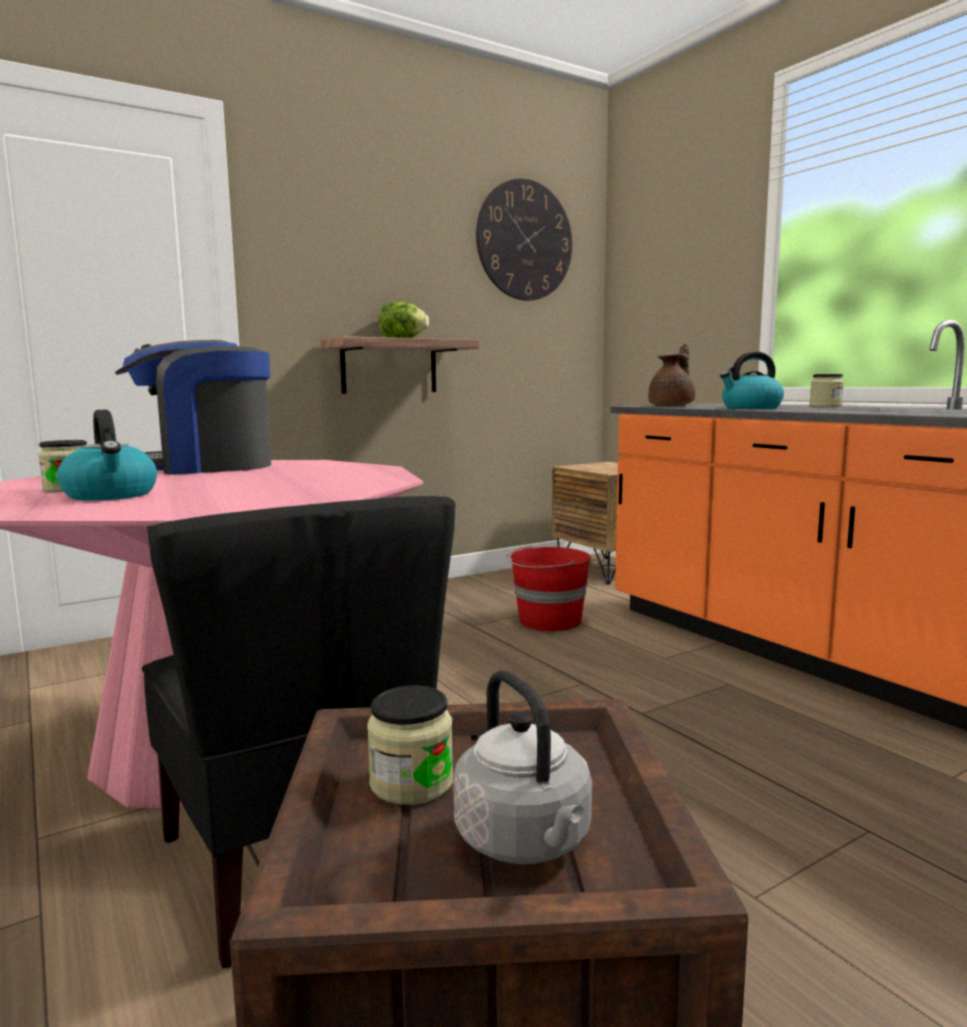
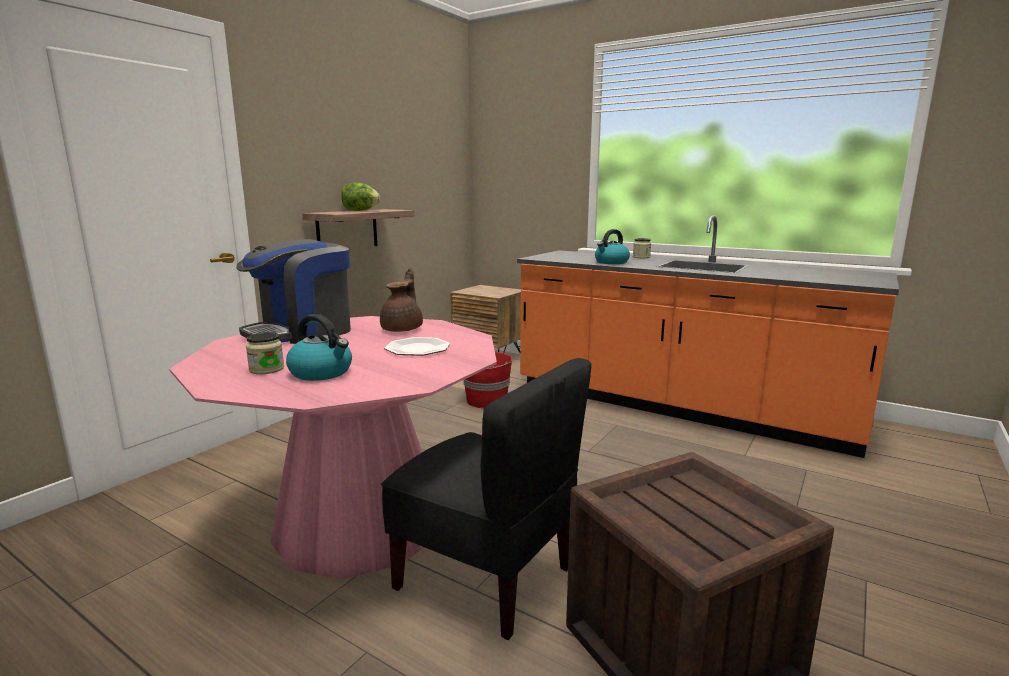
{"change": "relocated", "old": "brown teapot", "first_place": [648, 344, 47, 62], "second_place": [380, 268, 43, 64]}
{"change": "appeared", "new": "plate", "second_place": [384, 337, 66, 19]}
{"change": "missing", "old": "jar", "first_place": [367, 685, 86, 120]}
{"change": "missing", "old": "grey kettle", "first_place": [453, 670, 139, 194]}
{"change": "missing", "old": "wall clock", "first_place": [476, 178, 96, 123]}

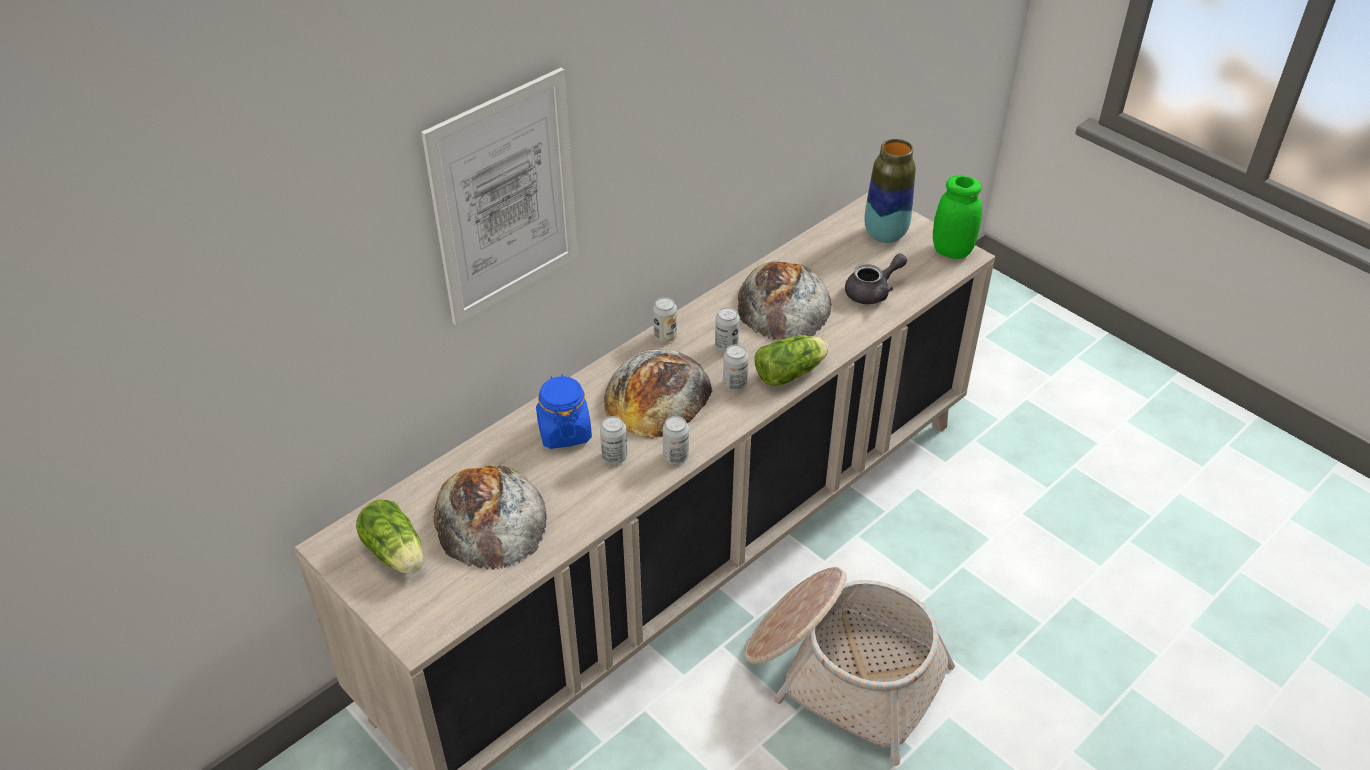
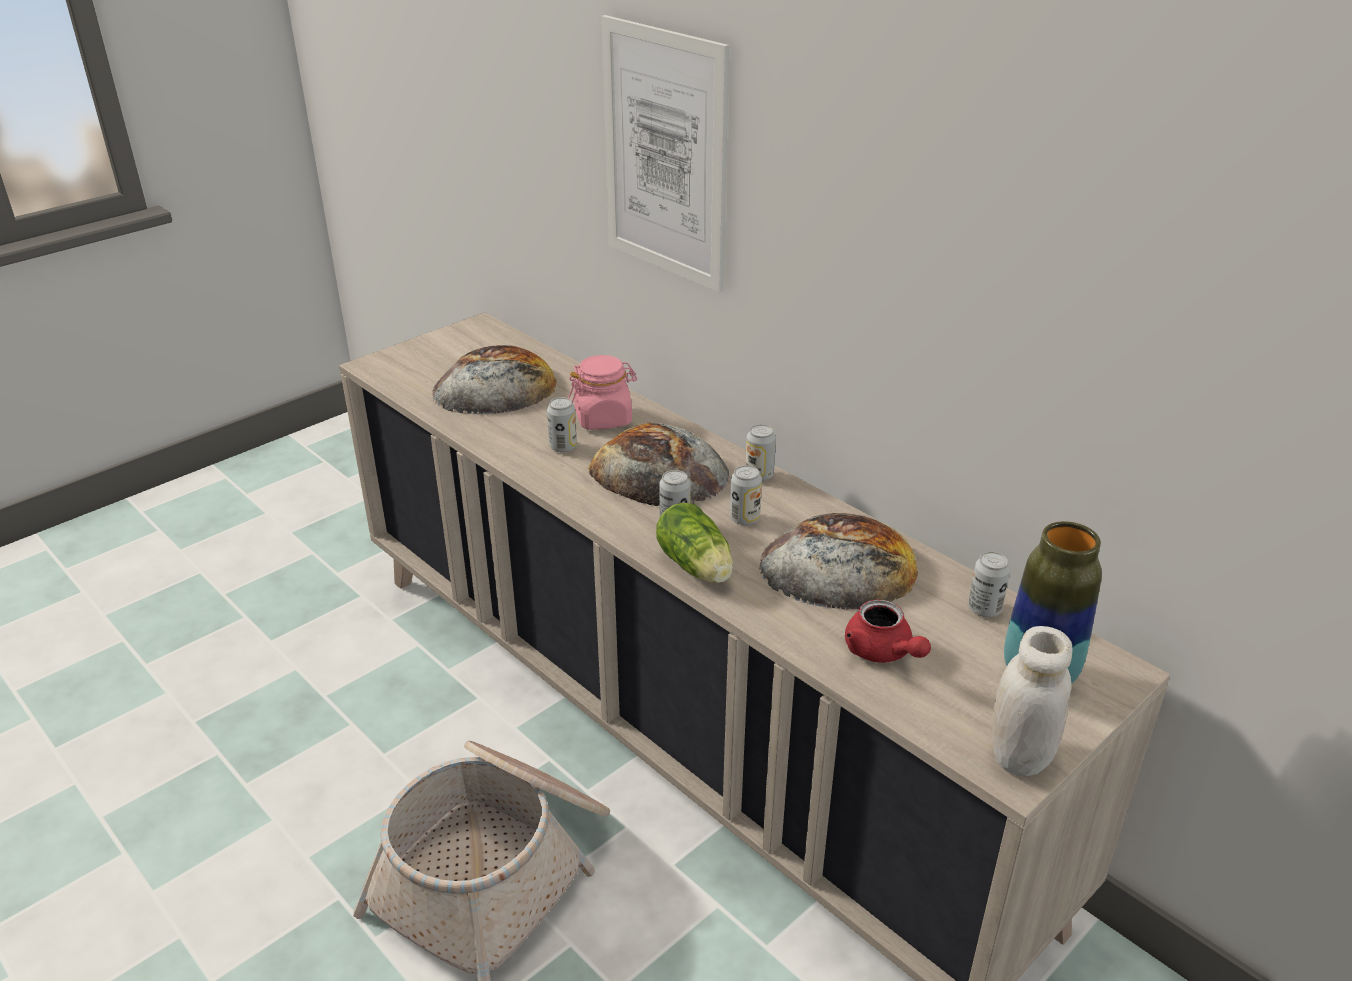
{"change": "colour", "old": "blue jar", "new": "pink jar", "first_place": [536, 374, 56, 75], "second_place": [568, 355, 69, 75]}
{"change": "colour", "old": "grey teapot", "new": "red teapot", "first_place": [845, 253, 62, 51], "second_place": [845, 600, 86, 63]}
{"change": "relocated", "old": "can", "first_place": [663, 416, 26, 48], "second_place": [968, 552, 43, 65]}
{"change": "colour", "old": "green jar", "new": "white jar", "first_place": [933, 175, 49, 84], "second_place": [992, 626, 80, 150]}
{"change": "missing", "old": "lettuce", "first_place": [356, 499, 67, 75]}

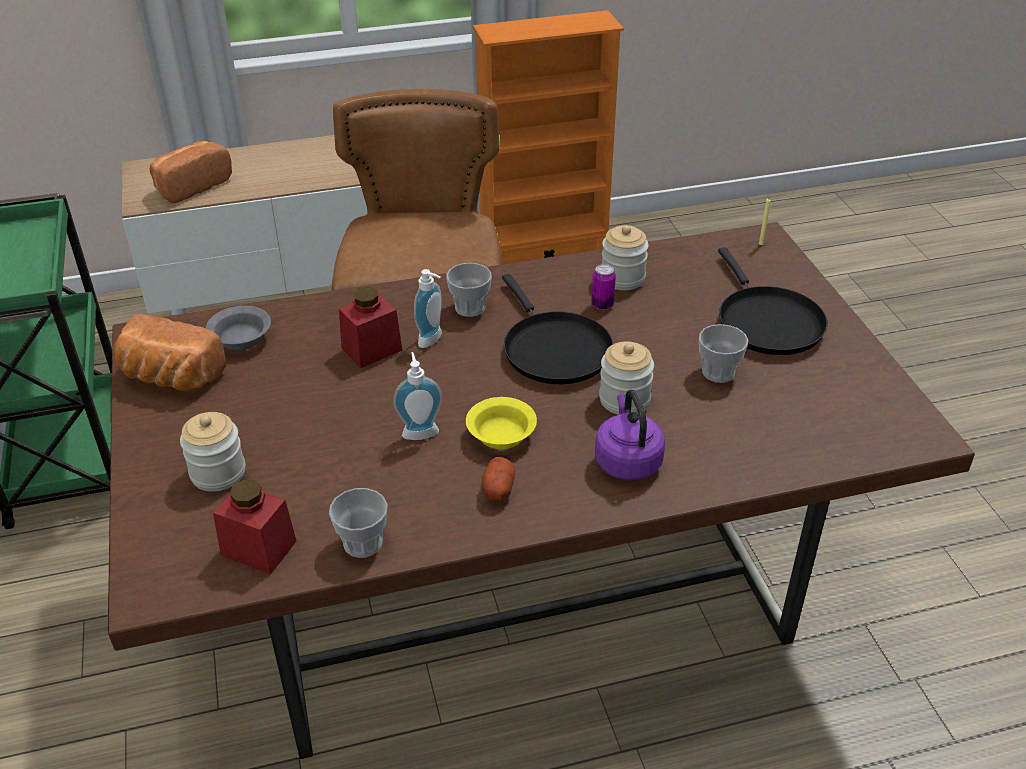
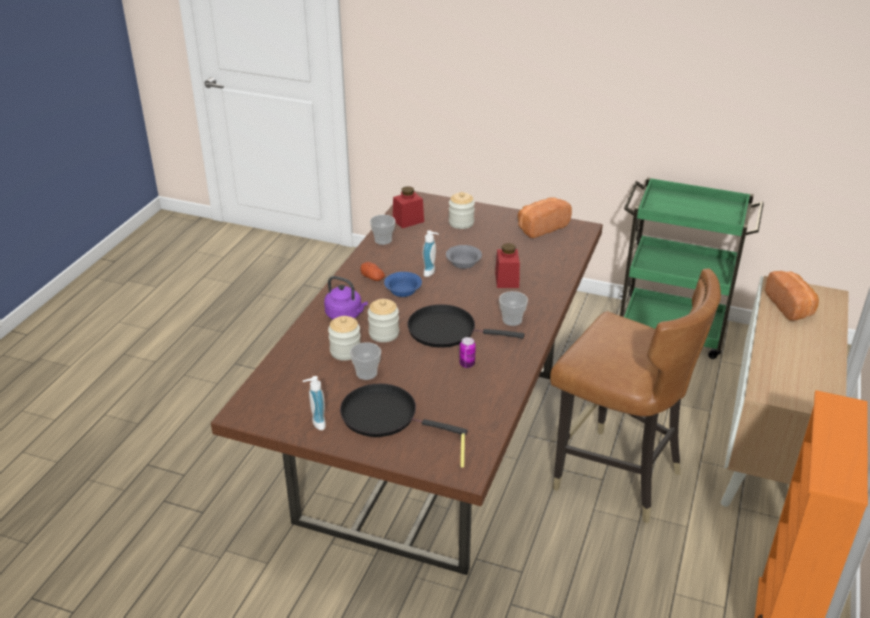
{"change": "relocated", "old": "soap dispenser", "first_place": [414, 269, 28, 79], "second_place": [303, 376, 23, 54]}
{"change": "relocated", "old": "jar", "first_place": [602, 225, 47, 65], "second_place": [328, 316, 32, 45]}
{"change": "colour", "old": "yellow bowl", "new": "blue bowl", "first_place": [466, 397, 71, 52], "second_place": [384, 272, 38, 25]}
{"change": "relocated", "old": "grey bowl", "first_place": [206, 306, 65, 44], "second_place": [446, 245, 36, 24]}

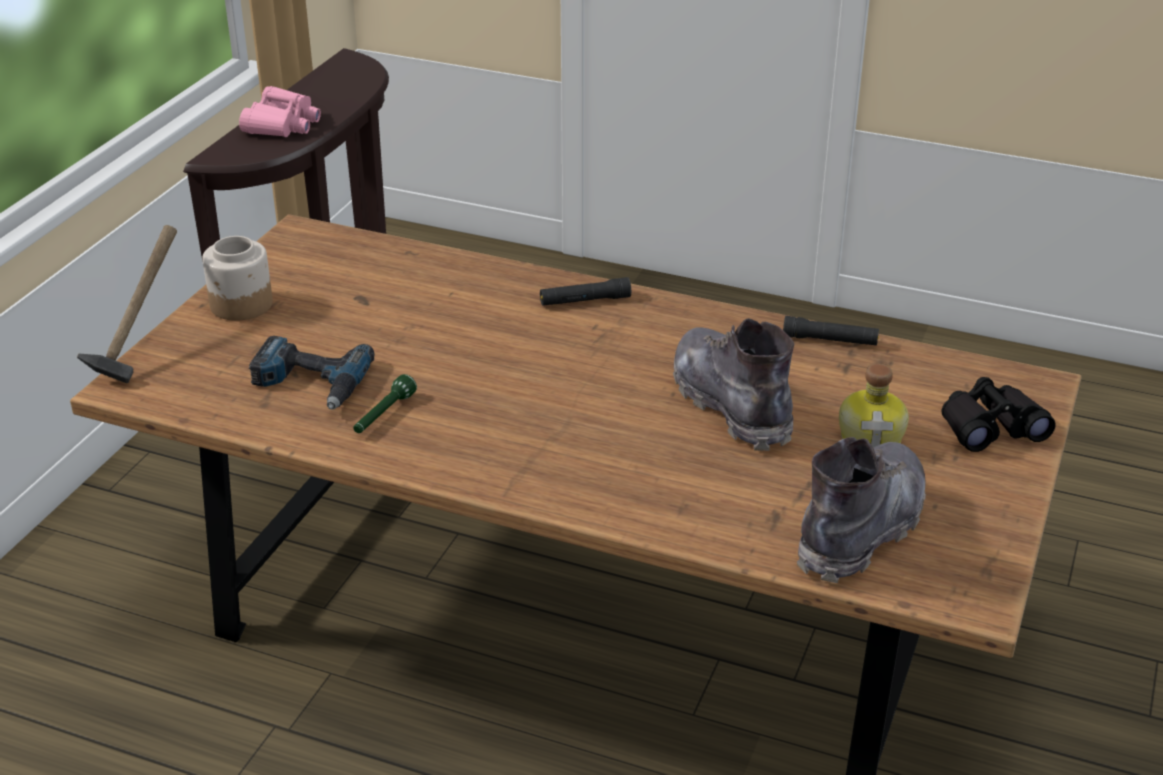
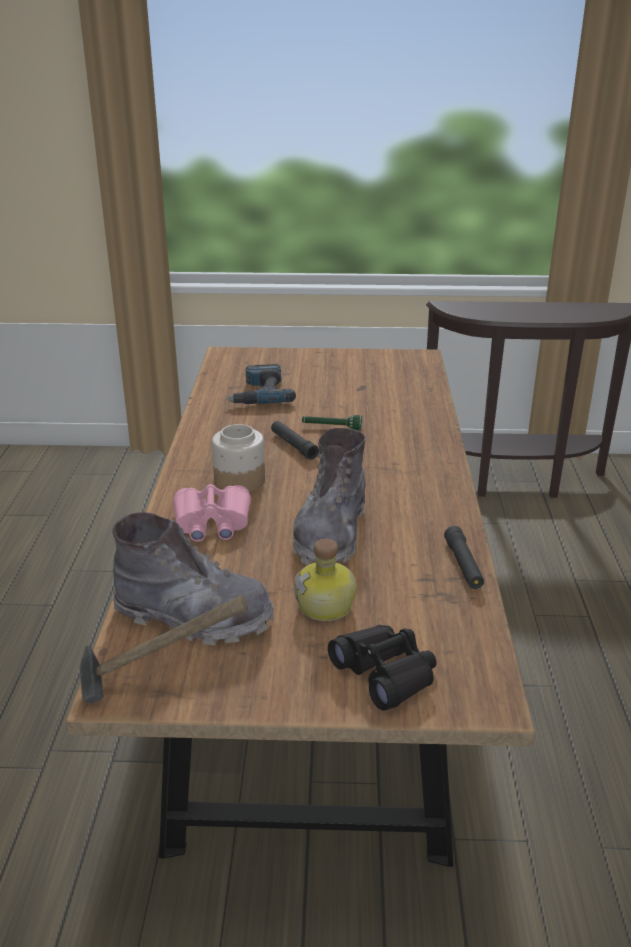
{"change": "relocated", "old": "hammer", "first_place": [77, 225, 100, 158], "second_place": [80, 595, 168, 109]}
{"change": "relocated", "old": "pink binoculars", "first_place": [239, 86, 82, 51], "second_place": [173, 484, 78, 58]}
{"change": "relocated", "old": "jar", "first_place": [202, 236, 71, 85], "second_place": [212, 424, 53, 68]}
{"change": "relocated", "old": "black flashlight", "first_place": [540, 277, 91, 29], "second_place": [271, 421, 48, 39]}
{"change": "spun", "old": "grey boot", "first_place": [673, 318, 121, 133], "second_place": [292, 428, 74, 137], "degrees": 150}
{"change": "relocated", "old": "green flashlight", "first_place": [353, 374, 64, 59], "second_place": [302, 415, 60, 15]}

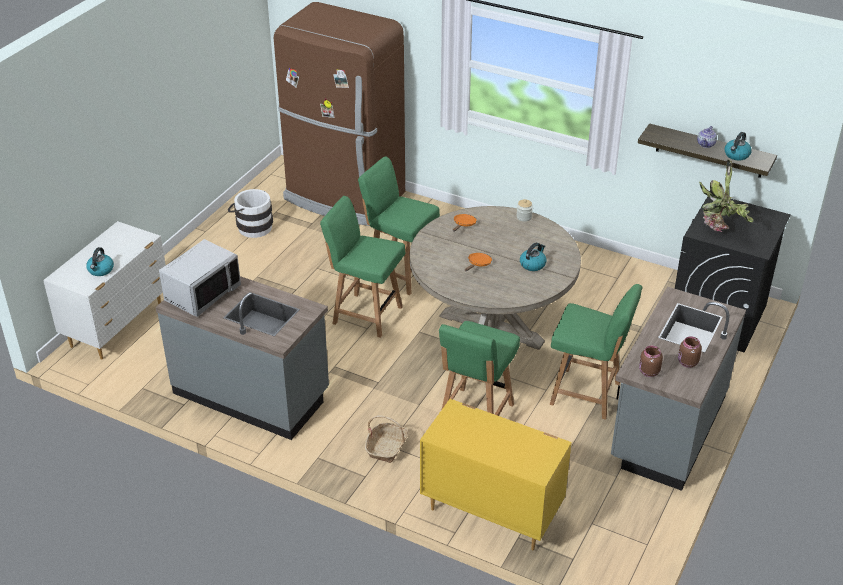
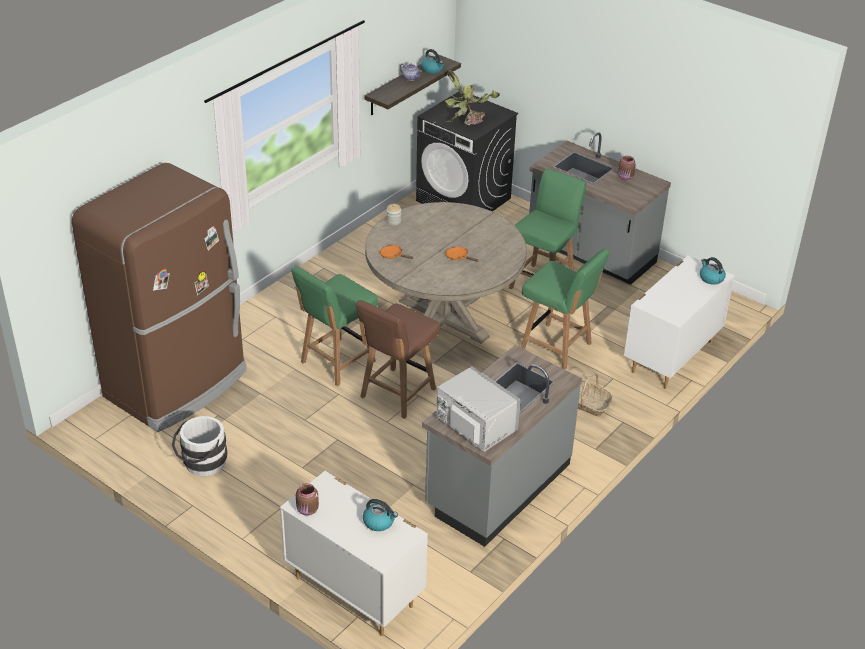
{"change": "relocated", "old": "brown jar", "first_place": [639, 346, 24, 31], "second_place": [296, 483, 23, 33]}
{"change": "colour", "old": "green chair", "new": "brown chair", "first_place": [320, 196, 85, 142], "second_place": [356, 300, 84, 119]}
{"change": "colour", "old": "yellow dresser", "new": "white dresser", "first_place": [420, 399, 152, 152], "second_place": [624, 255, 111, 134]}
{"change": "relocated", "old": "kettle", "first_place": [520, 243, 26, 28], "second_place": [700, 257, 26, 28]}

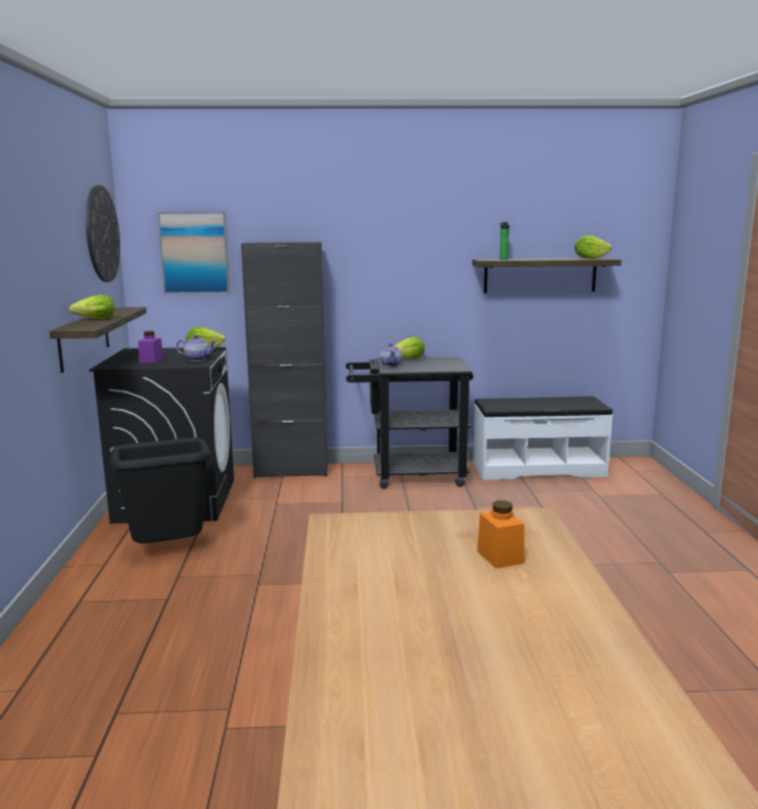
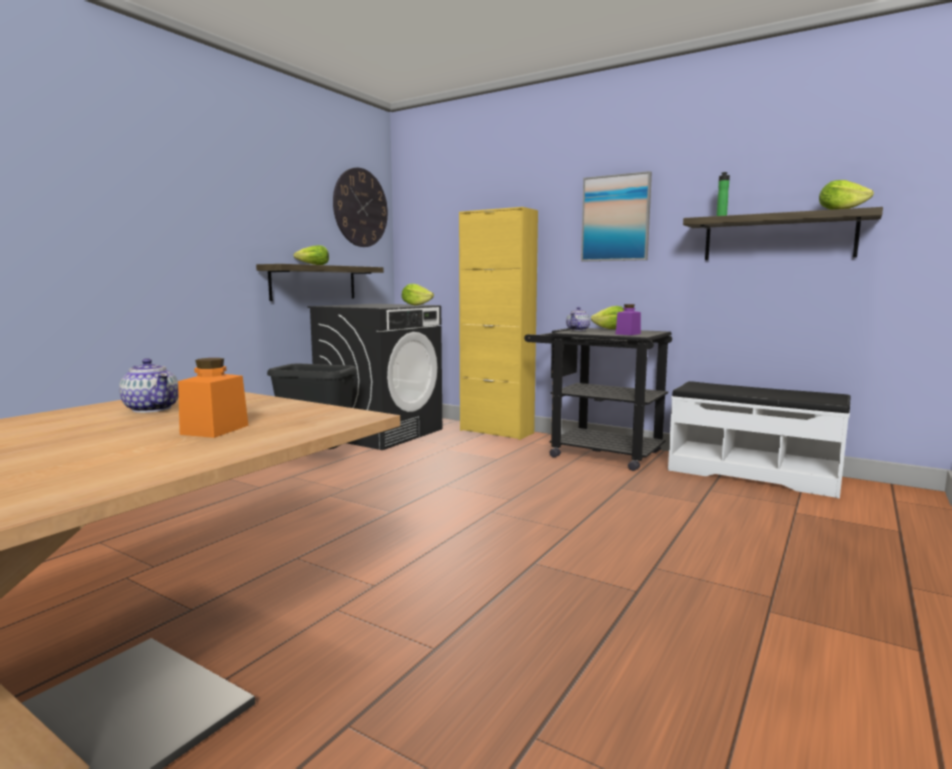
{"change": "relocated", "old": "teapot", "first_place": [176, 335, 41, 26], "second_place": [119, 358, 60, 55]}
{"change": "colour", "old": "black cabinet", "new": "yellow cabinet", "first_place": [241, 242, 86, 236], "second_place": [459, 207, 79, 233]}
{"change": "relocated", "old": "picture", "first_place": [157, 212, 73, 82], "second_place": [581, 171, 71, 90]}
{"change": "relocated", "old": "purple jar", "first_place": [138, 331, 26, 32], "second_place": [616, 304, 25, 31]}

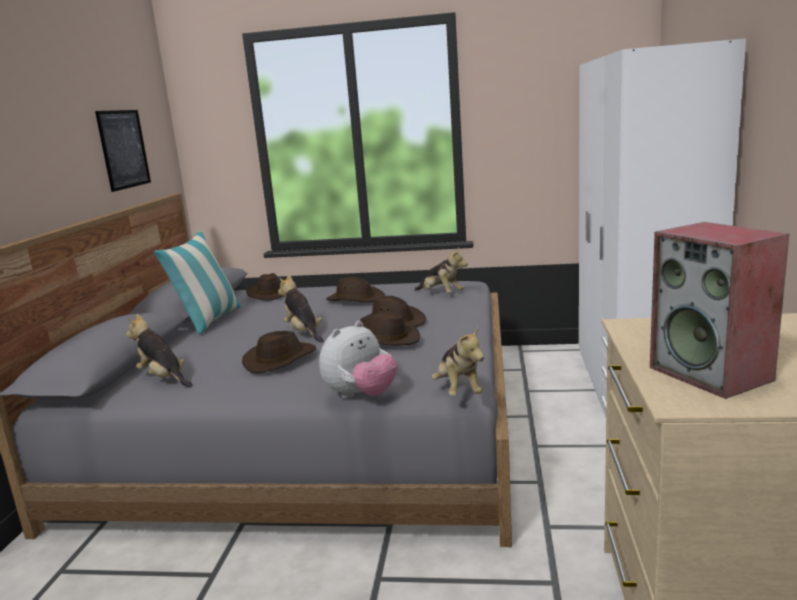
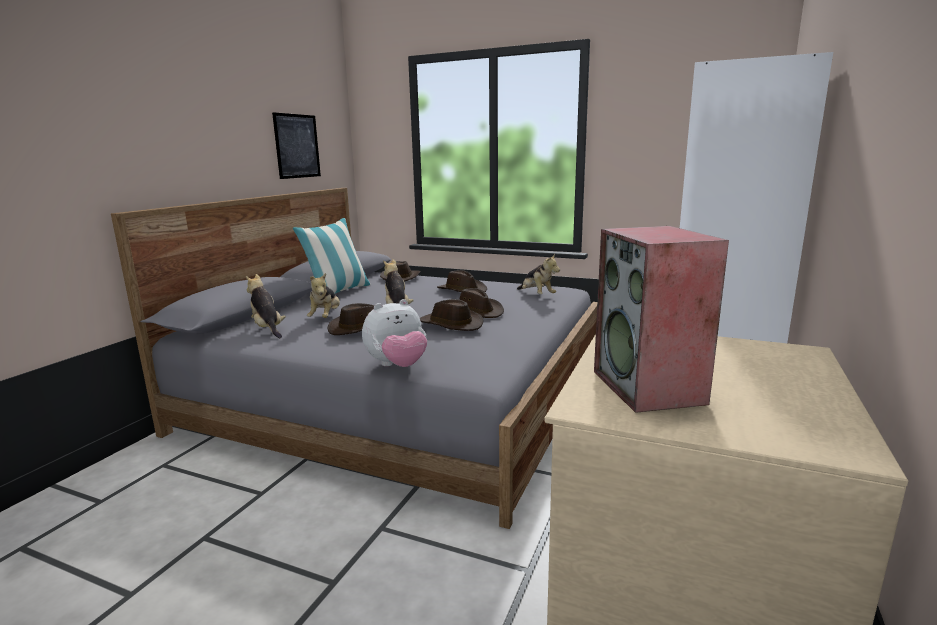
{"change": "relocated", "old": "plush toy", "first_place": [432, 328, 52, 68], "second_place": [307, 273, 33, 45]}

